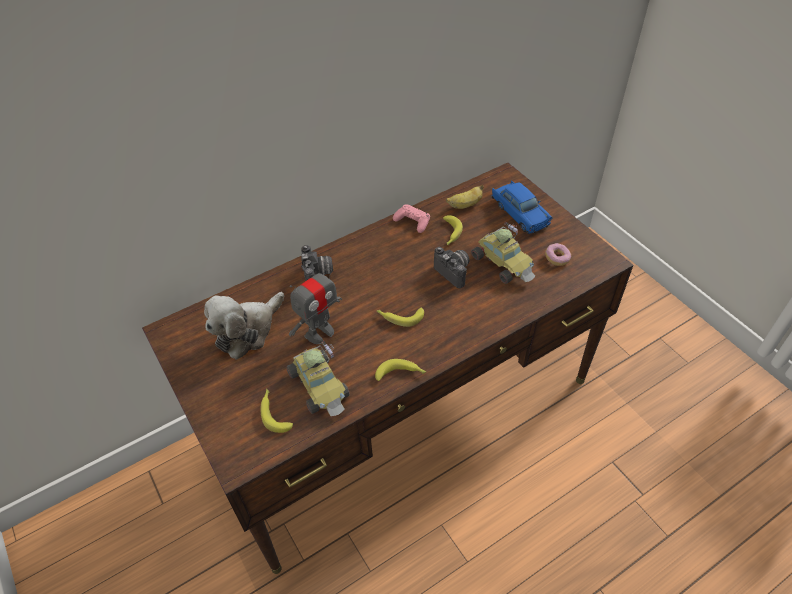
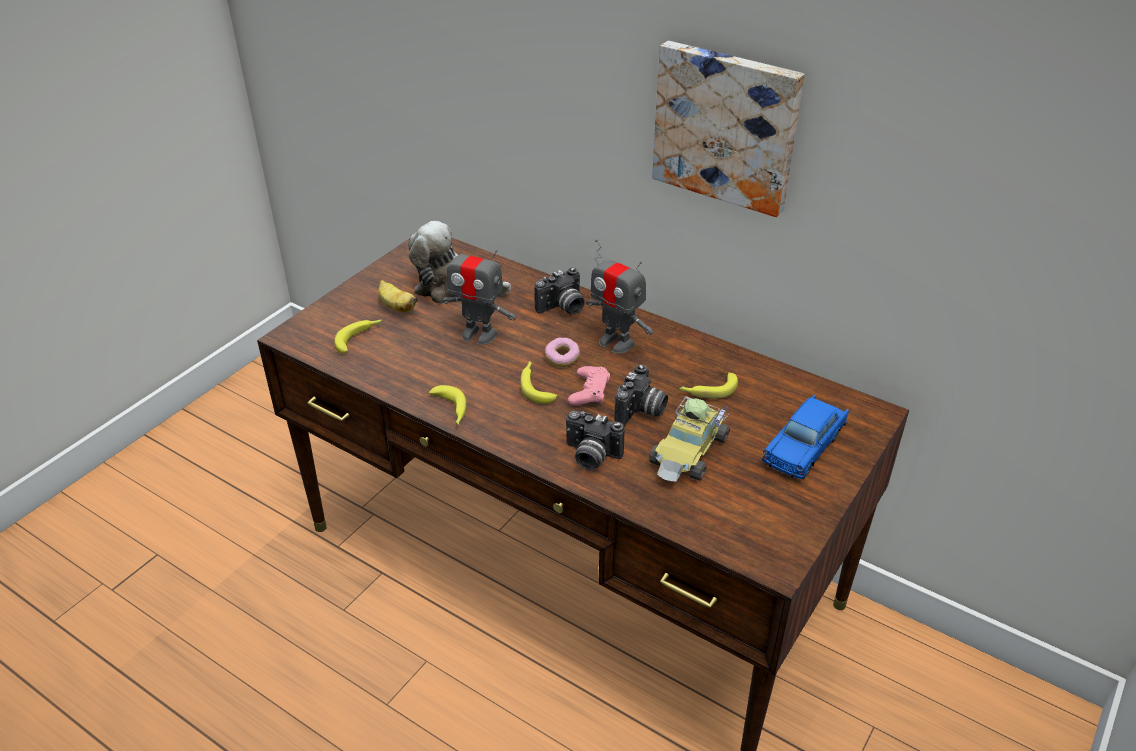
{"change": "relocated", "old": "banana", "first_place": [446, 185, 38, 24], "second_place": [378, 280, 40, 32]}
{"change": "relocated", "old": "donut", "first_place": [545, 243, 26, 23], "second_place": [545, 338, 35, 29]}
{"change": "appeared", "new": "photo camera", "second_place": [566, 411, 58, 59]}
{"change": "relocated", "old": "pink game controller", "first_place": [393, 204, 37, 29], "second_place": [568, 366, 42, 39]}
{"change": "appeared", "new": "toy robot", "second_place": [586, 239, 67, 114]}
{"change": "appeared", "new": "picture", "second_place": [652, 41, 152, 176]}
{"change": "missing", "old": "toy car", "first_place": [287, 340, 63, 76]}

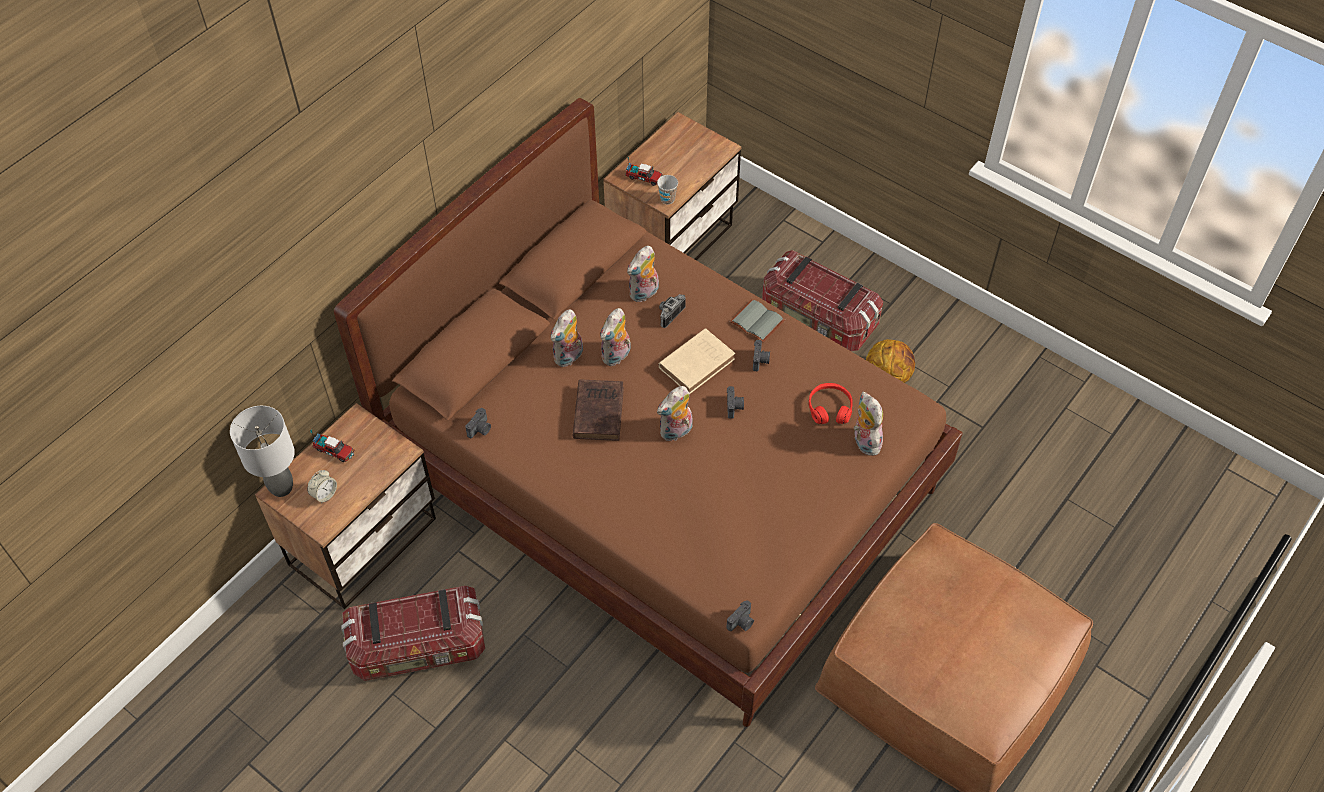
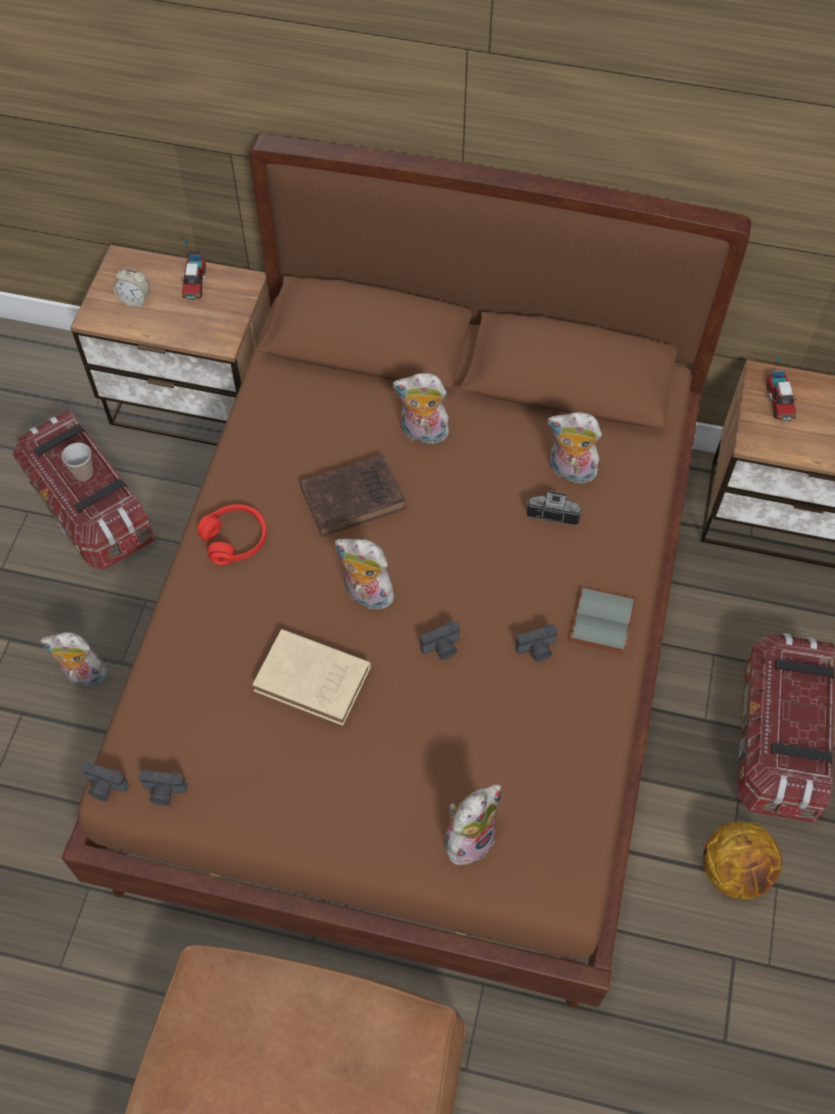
{"change": "relocated", "old": "plush toy", "first_place": [600, 308, 31, 58], "second_place": [40, 632, 70, 58]}
{"change": "relocated", "old": "cup", "first_place": [657, 175, 21, 29], "second_place": [62, 443, 31, 38]}
{"change": "relocated", "old": "photo camera", "first_place": [465, 408, 26, 30], "second_place": [139, 770, 48, 36]}
{"change": "relocated", "old": "red headphones", "first_place": [809, 383, 44, 41], "second_place": [197, 504, 70, 61]}
{"change": "relocated", "old": "beige book", "first_place": [658, 328, 77, 66], "second_place": [253, 629, 118, 97]}
{"change": "missing", "old": "grey table lamp", "first_place": [230, 406, 65, 91]}

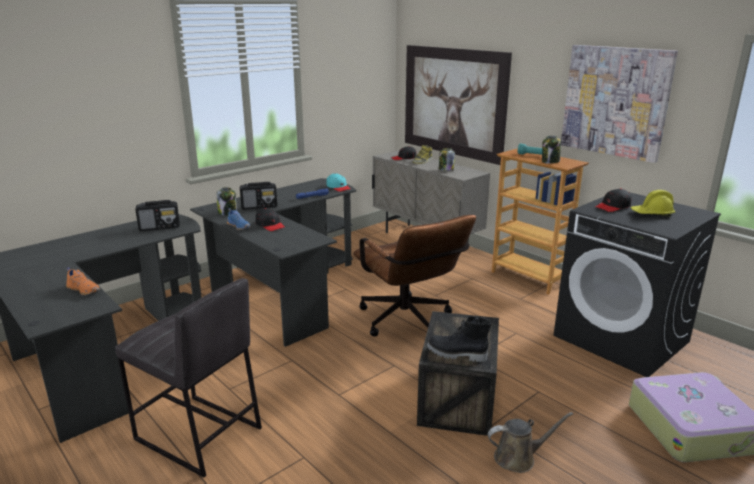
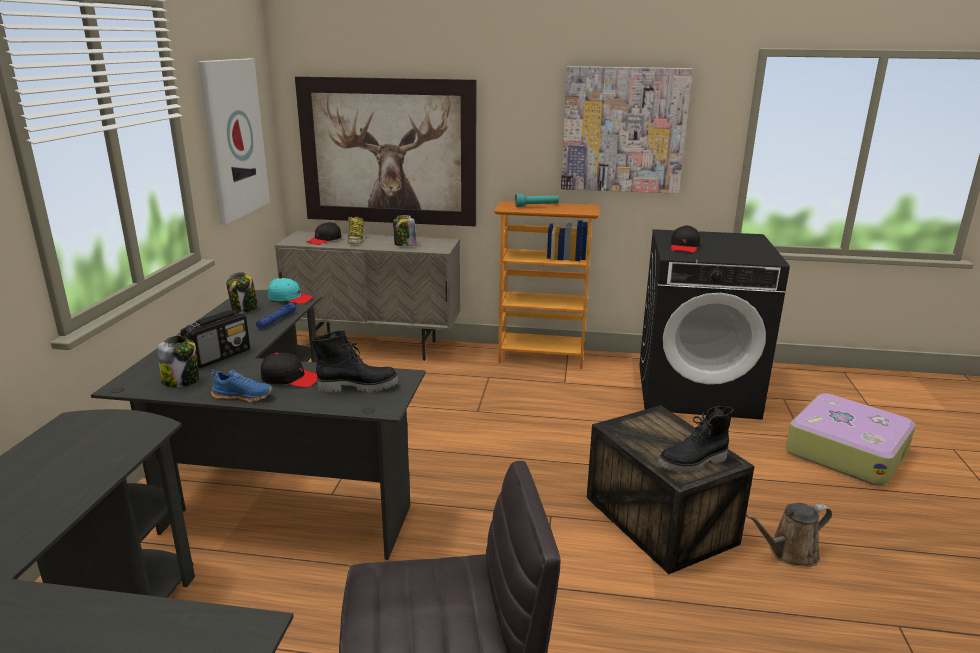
{"change": "appeared", "new": "picture", "second_place": [198, 58, 72, 166]}
{"change": "relocated", "old": "jar", "first_place": [542, 136, 19, 28], "second_place": [226, 272, 32, 42]}
{"change": "appeared", "new": "black boot", "second_place": [312, 330, 87, 63]}
{"change": "spun", "old": "brown watering can", "first_place": [488, 412, 85, 61], "second_place": [746, 503, 86, 64], "degrees": -150}
{"change": "missing", "old": "orange shoe", "first_place": [66, 267, 34, 28]}
{"change": "missing", "old": "radio", "first_place": [135, 200, 45, 31]}
{"change": "missing", "old": "brown office chair", "first_place": [353, 215, 123, 122]}
{"change": "missing", "old": "yellow hard hat", "first_place": [631, 190, 44, 27]}

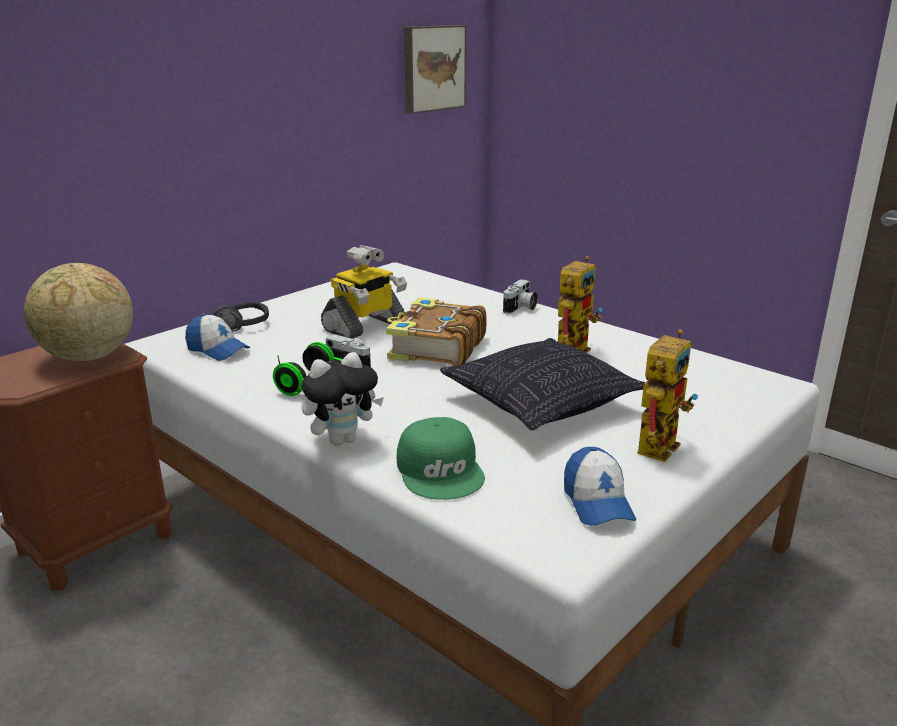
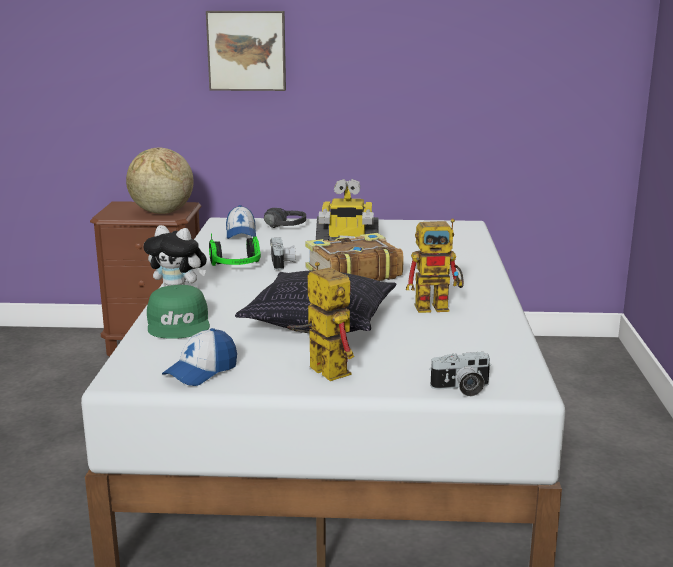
{"change": "spun", "old": "green cap", "first_place": [397, 417, 88, 83], "second_place": [147, 285, 63, 54], "degrees": -45}
{"change": "relocated", "old": "picture", "first_place": [404, 25, 63, 89], "second_place": [206, 11, 80, 80]}
{"change": "spun", "old": "toy robot", "first_place": [637, 329, 61, 133], "second_place": [287, 262, 67, 119], "degrees": -120}
{"change": "relocated", "old": "photo camera", "first_place": [503, 279, 35, 35], "second_place": [429, 352, 62, 44]}

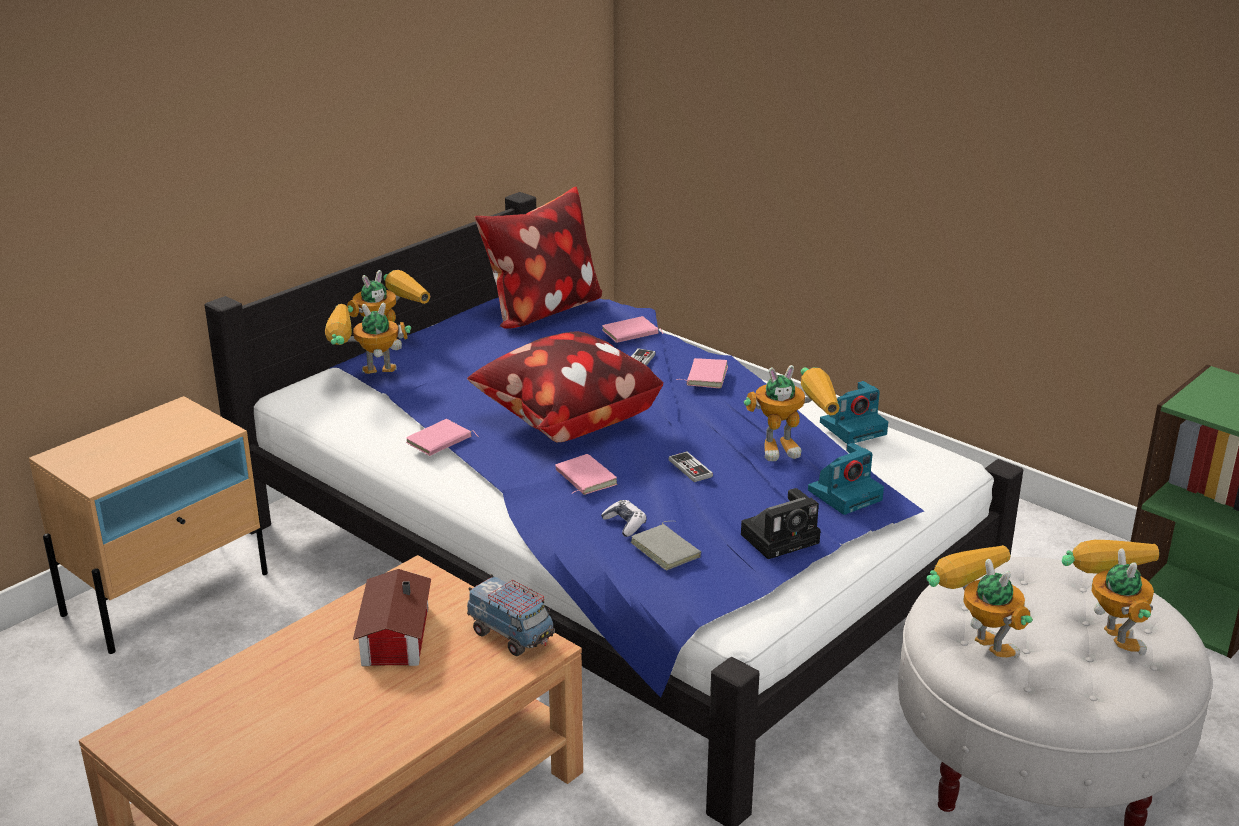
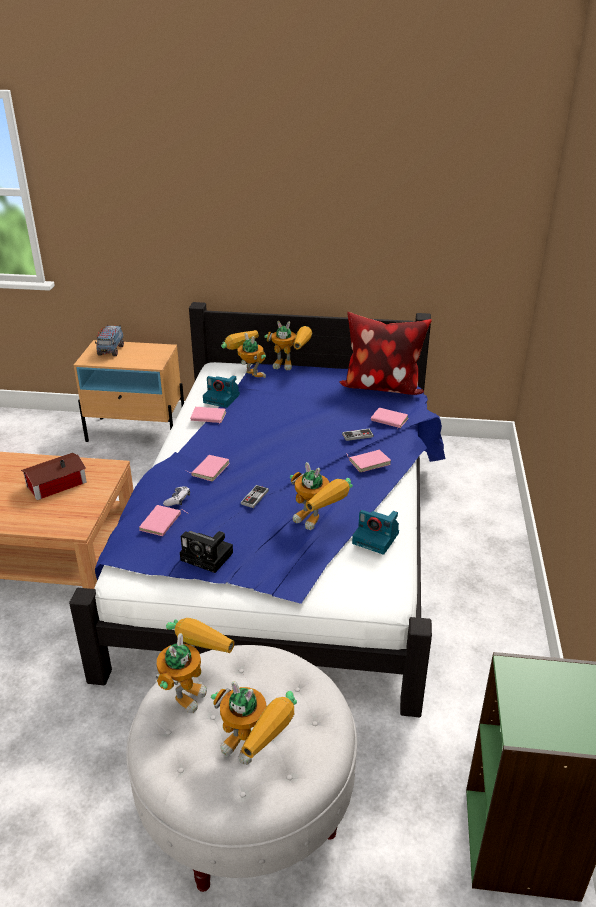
{"change": "relocated", "old": "toy truck", "first_place": [467, 574, 88, 82], "second_place": [95, 325, 29, 31]}
{"change": "colour", "old": "grey book", "new": "pink book", "first_place": [631, 521, 70, 50], "second_place": [139, 505, 48, 31]}
{"change": "relocated", "old": "photo camera", "first_place": [808, 443, 76, 72], "second_place": [203, 376, 37, 32]}
{"change": "spun", "old": "toy robot", "first_place": [1062, 540, 97, 116], "second_place": [211, 681, 86, 84], "degrees": 75}
{"change": "missing", "old": "pillow", "first_place": [468, 332, 195, 110]}

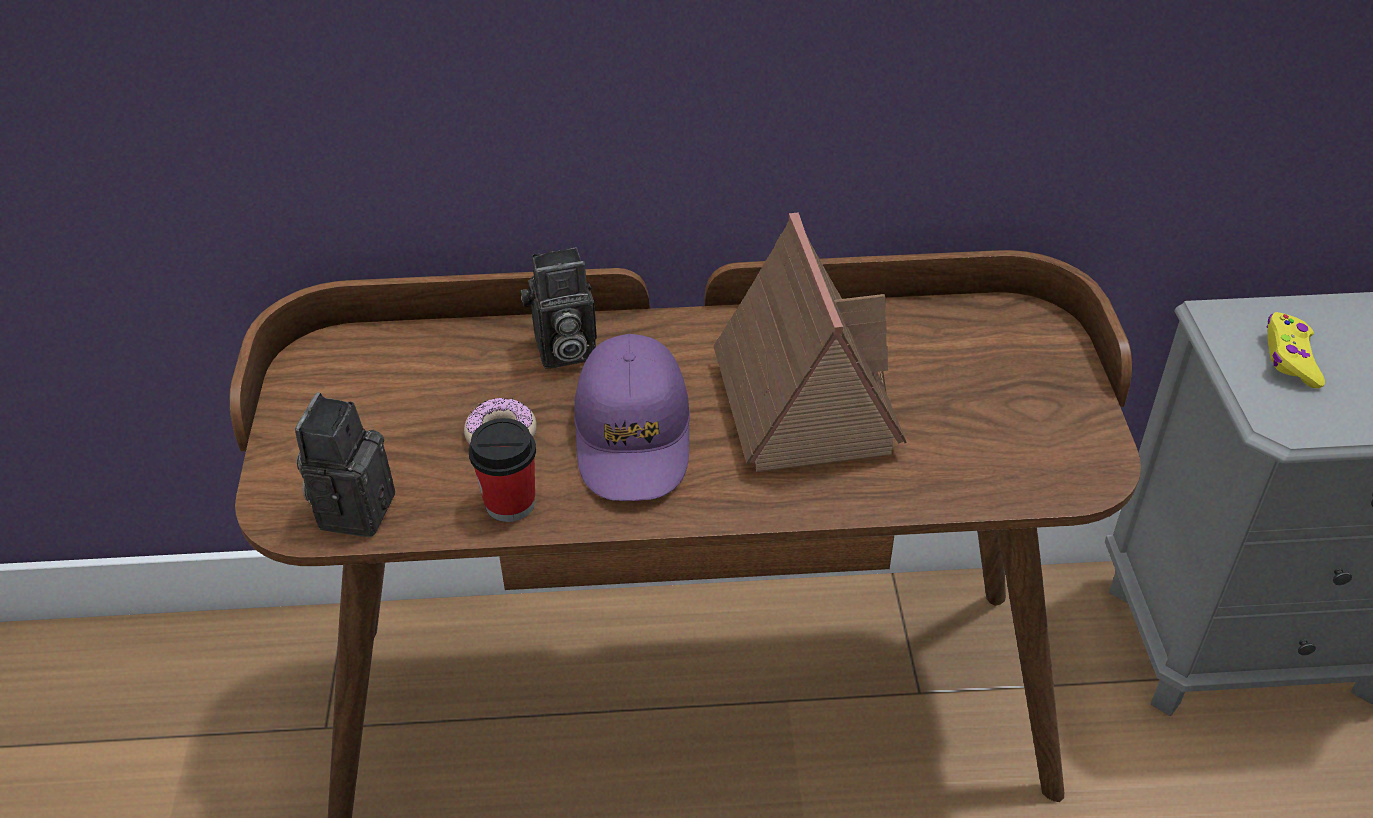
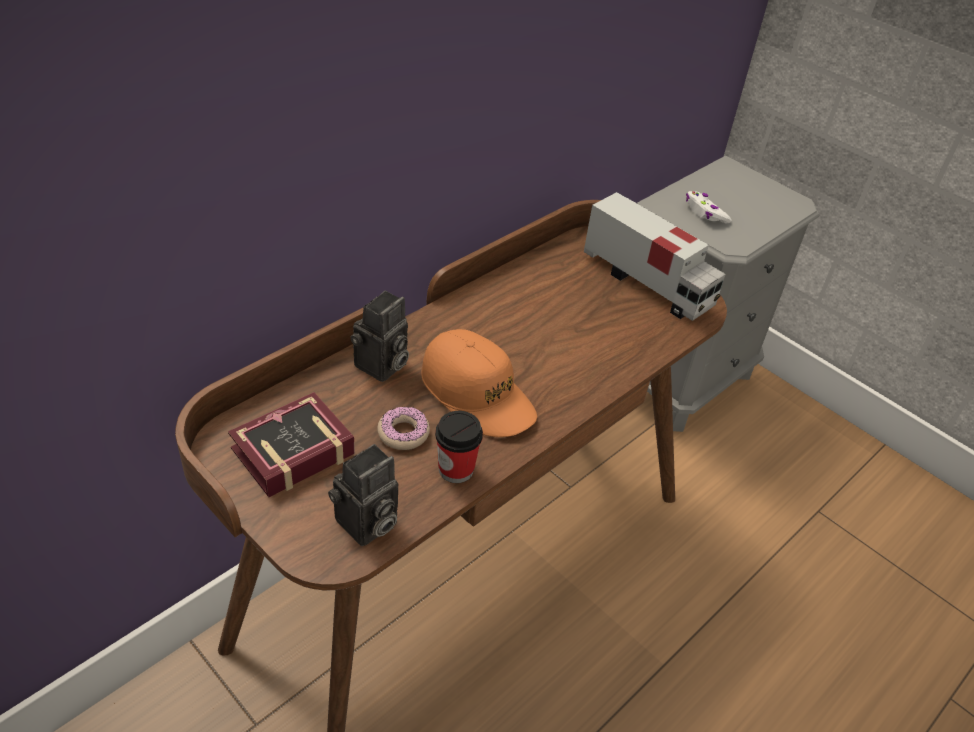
{"change": "appeared", "new": "book", "second_place": [228, 392, 127, 105]}
{"change": "spun", "old": "photo camera", "first_place": [295, 392, 100, 145], "second_place": [328, 444, 70, 102], "degrees": -105}
{"change": "colour", "old": "purple cap", "new": "orange cap", "first_place": [574, 334, 116, 167], "second_place": [421, 329, 116, 108]}
{"change": "appeared", "new": "toy truck", "second_place": [584, 192, 142, 129]}
{"change": "colour", "old": "yellow game controller", "new": "white game controller", "first_place": [1267, 312, 58, 76], "second_place": [686, 191, 46, 33]}
{"change": "missing", "old": "toy house", "first_place": [713, 212, 194, 260]}

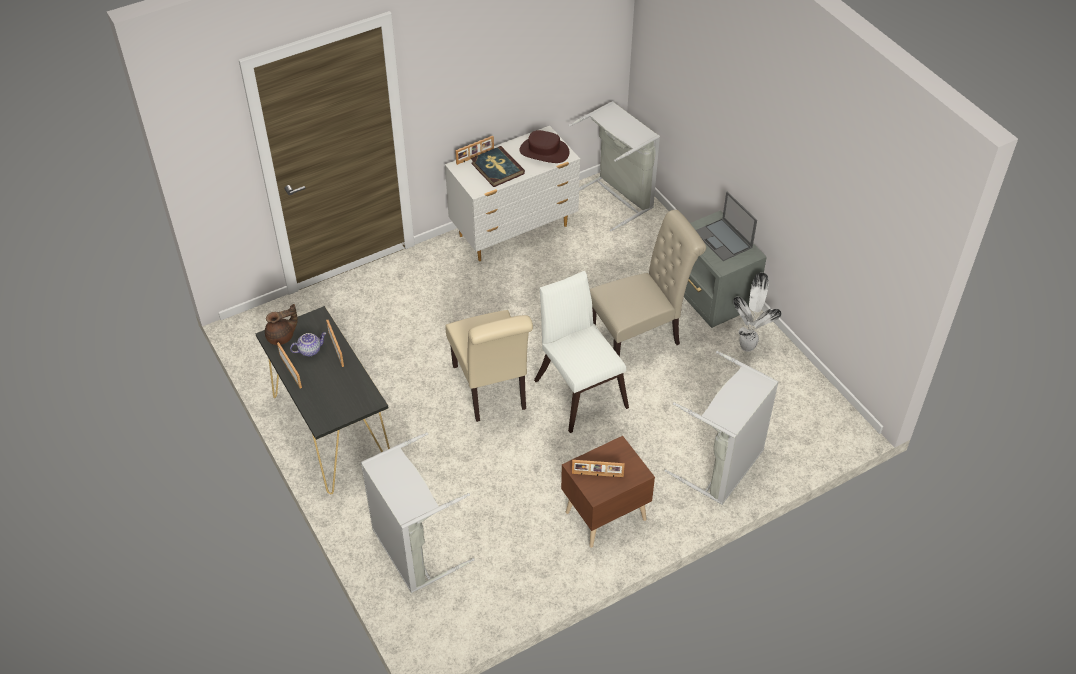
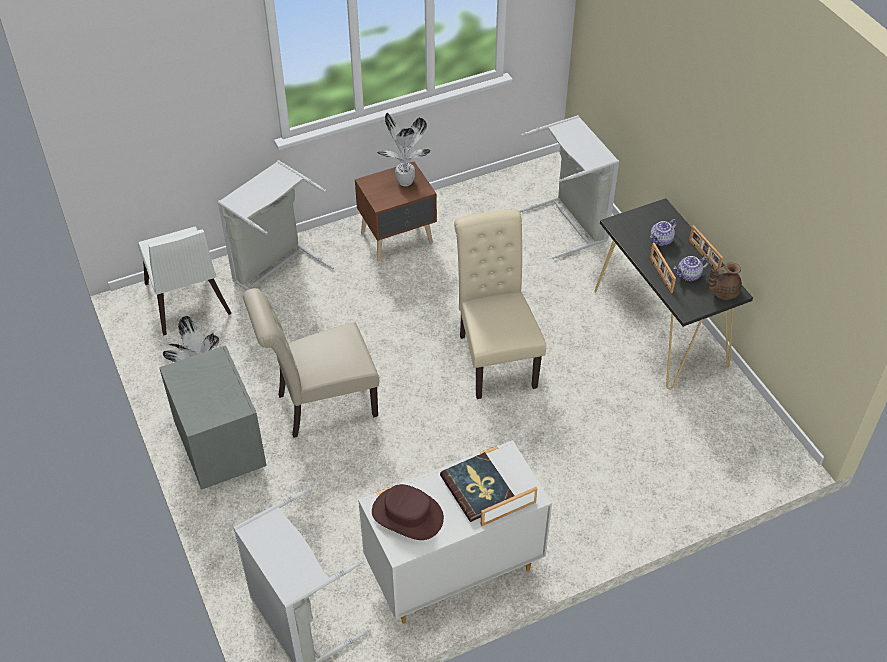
{"change": "relocated", "old": "white chair", "first_place": [534, 271, 95, 162], "second_place": [138, 227, 94, 108]}
{"change": "exchanged", "old": "picture frame", "new": "potted plant", "first_place": [572, 460, 53, 18], "second_place": [377, 113, 54, 73]}
{"change": "appeared", "new": "teapot", "second_place": [650, 219, 27, 27]}
{"change": "missing", "old": "laptop", "first_place": [696, 192, 61, 69]}

